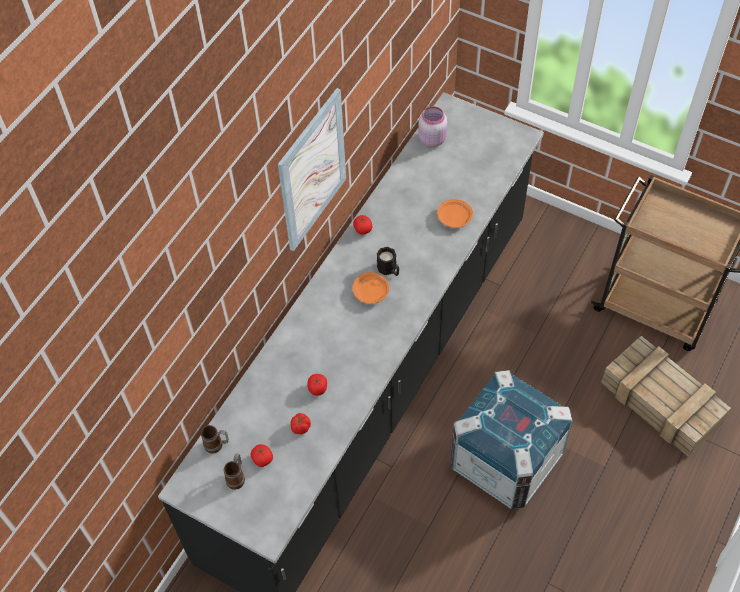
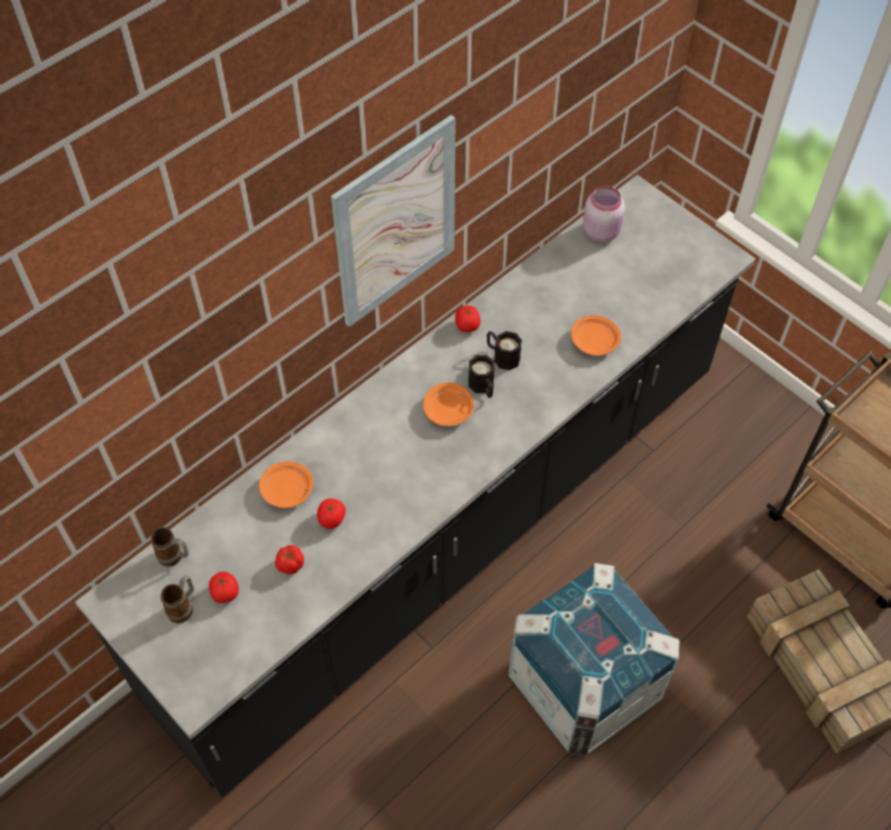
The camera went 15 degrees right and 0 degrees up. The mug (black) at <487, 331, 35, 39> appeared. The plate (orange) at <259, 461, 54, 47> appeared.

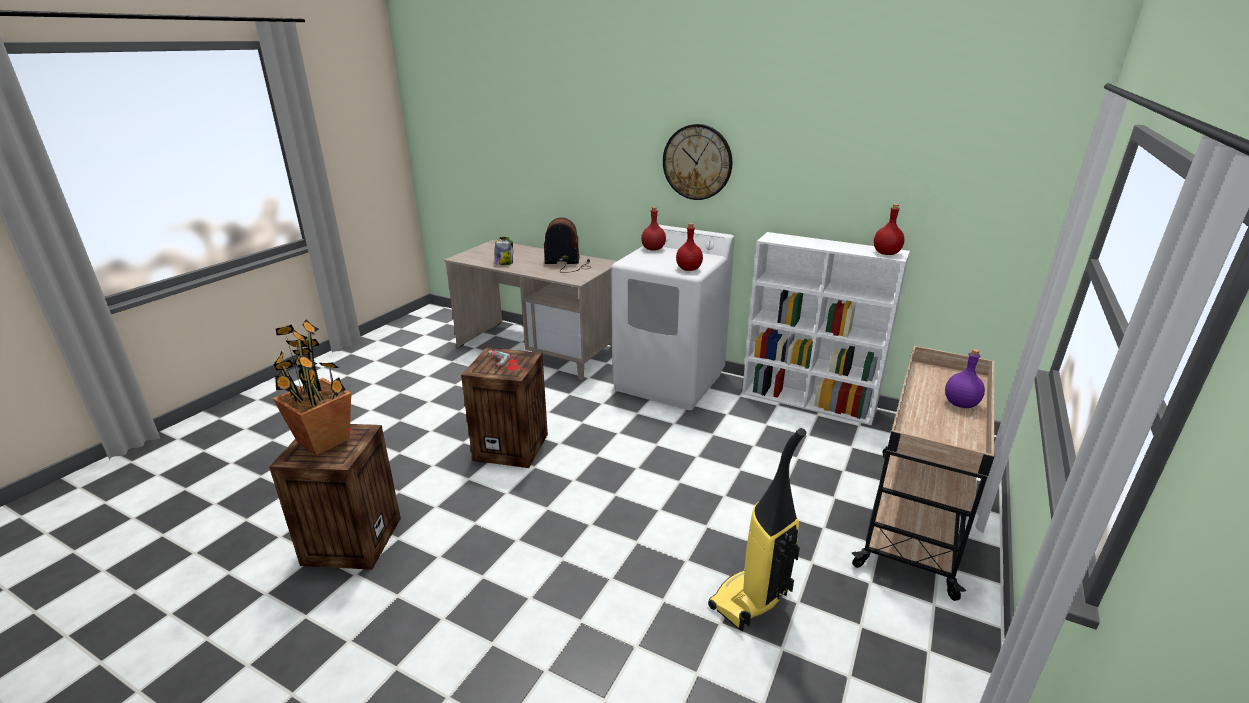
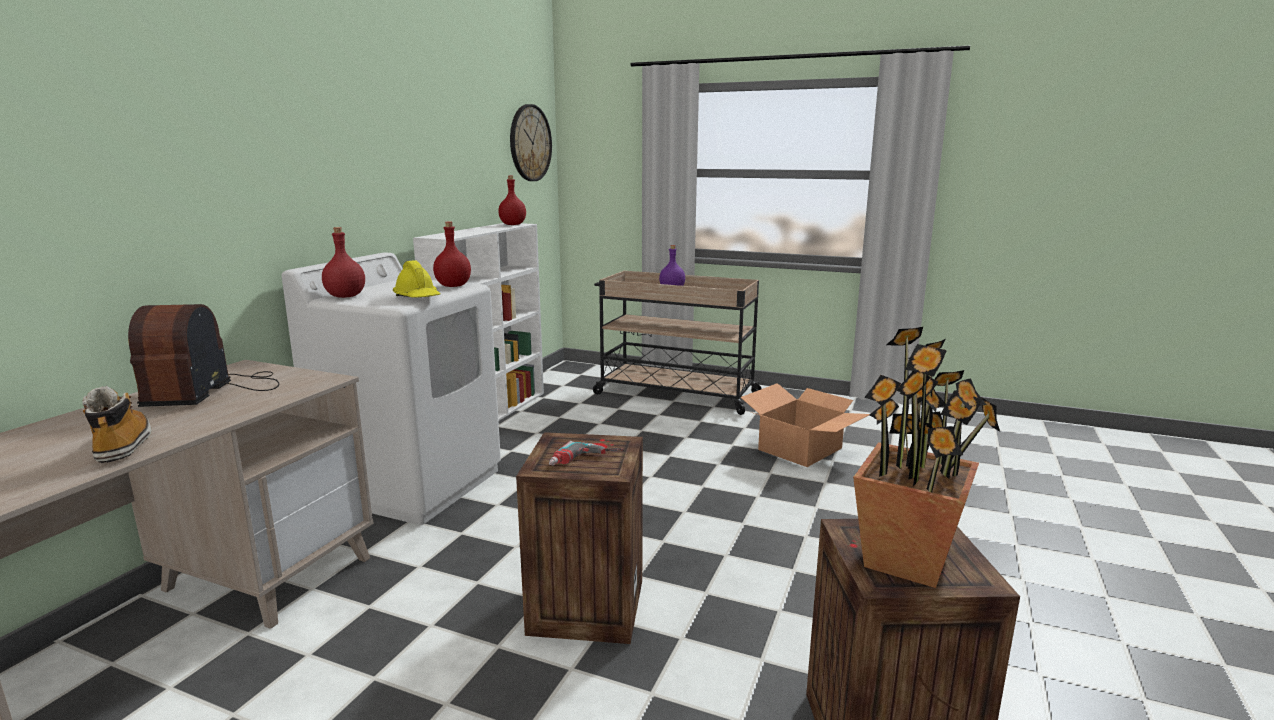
The camera went 95 degrees left and 10 degrees down. The wall clock moved from <663, 124, 69, 76> to <510, 104, 42, 77>. The jar at <495, 237, 18, 28> was replaced by the boot at <82, 386, 70, 77>. The vacuum cleaner at <708, 428, 99, 203> was replaced by the cardboard box at <740, 383, 129, 84>. The hard hat (yellow) at <393, 260, 47, 38> appeared.

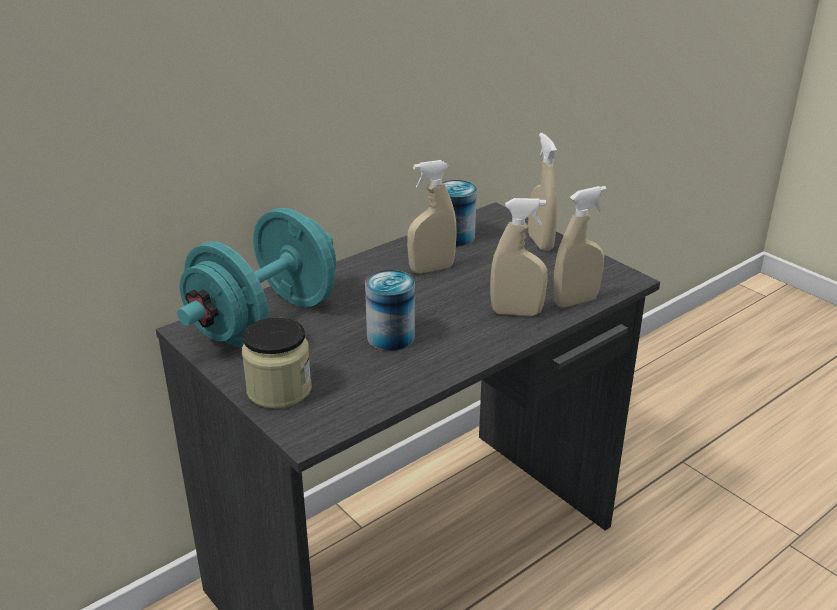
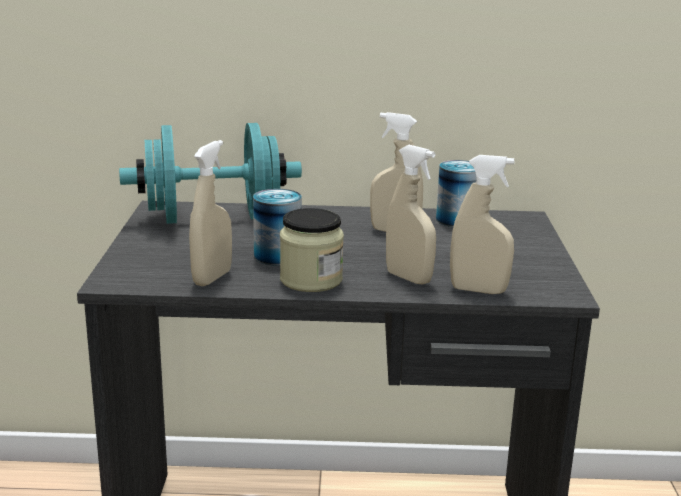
The camera went 40 degrees right and 10 degrees down. The spray bottle (beige) moved from <528, 133, 30, 118> to <189, 140, 43, 146>. The jar moved from <242, 317, 70, 92> to <280, 208, 64, 84>.

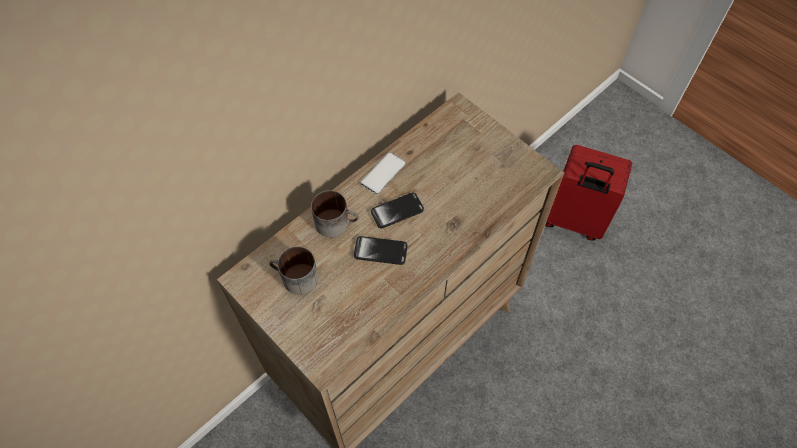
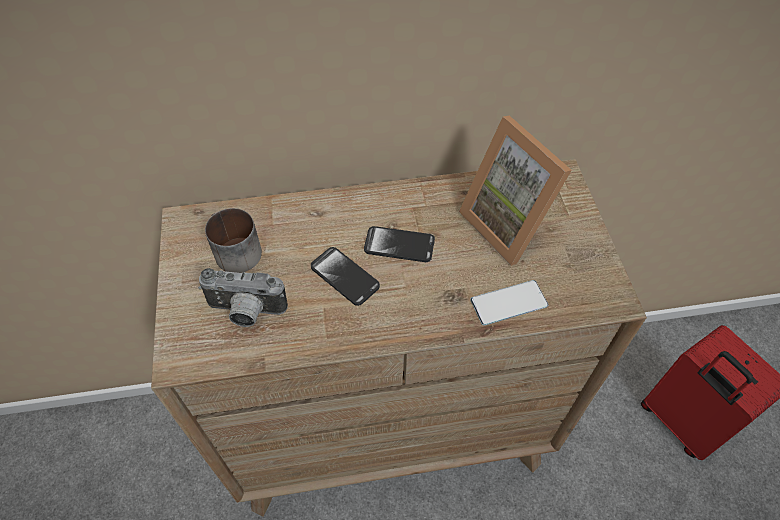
The camera went 35 degrees right and 5 degrees down. The phone moved from <360, 152, 46, 42> to <470, 280, 78, 45>. The mug at <311, 190, 48, 47> disappeared. The picture frame at <459, 116, 113, 150> appeared. The photo camera at <198, 268, 90, 59> appeared.

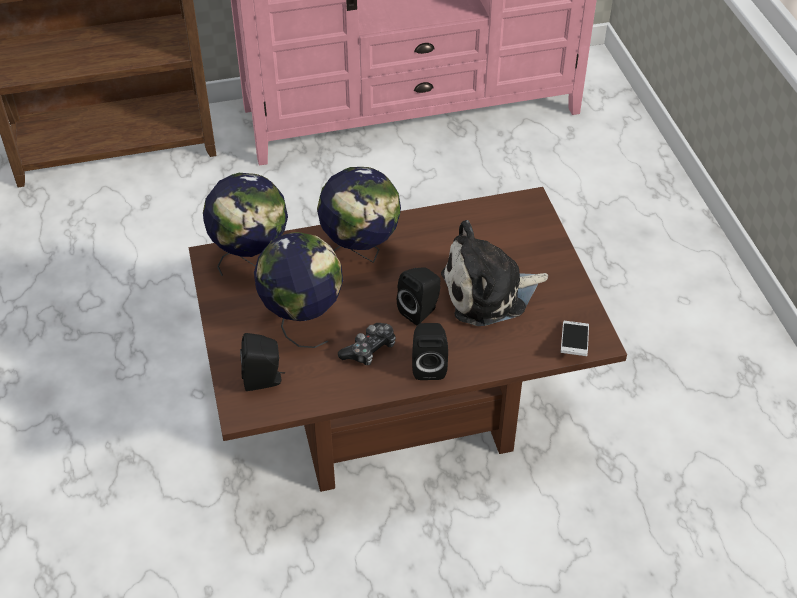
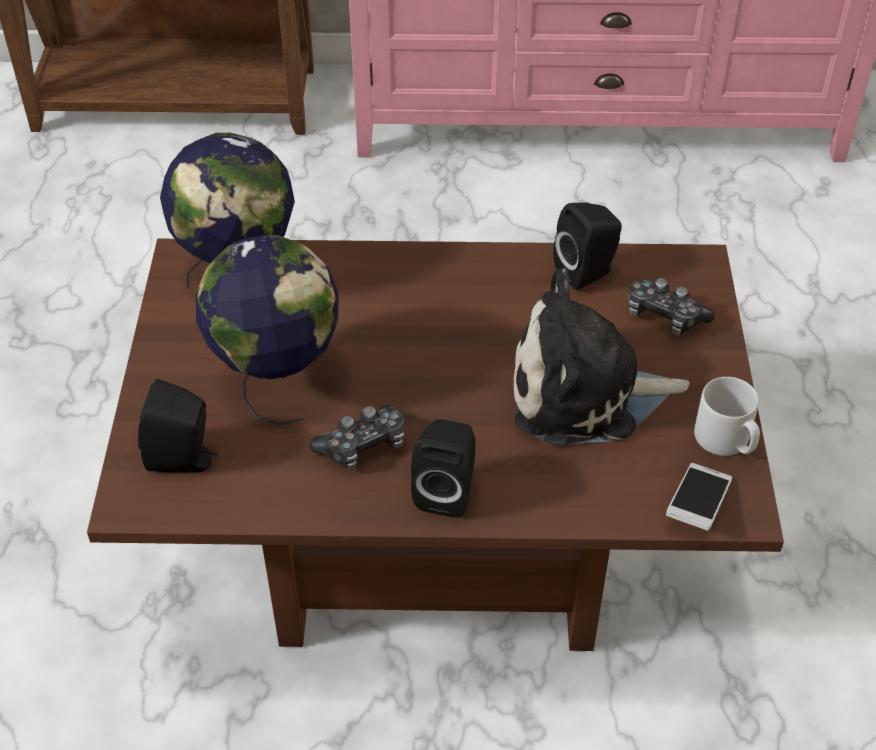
The camera went 15 degrees right and 0 degrees up. The globe at <317, 167, 84, 96> disappeared. The speaker (black) moved from <397, 267, 43, 58> to <553, 202, 69, 88>. The game controller at <628, 278, 86, 57> appeared. The mug (grey) at <694, 377, 66, 79> appeared.

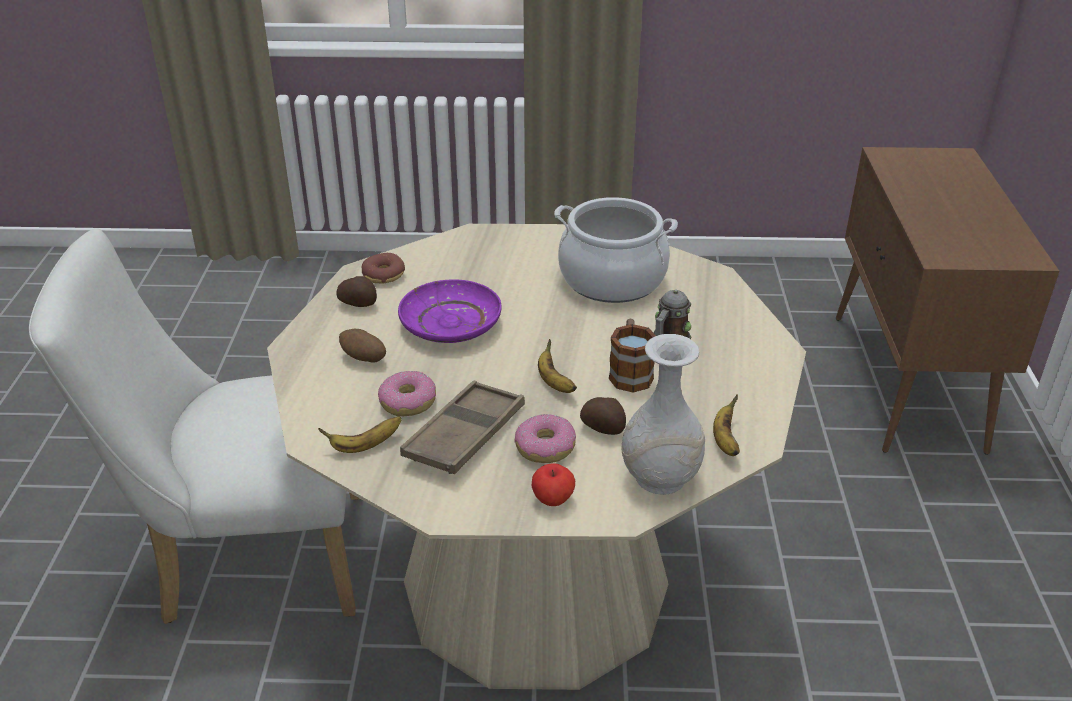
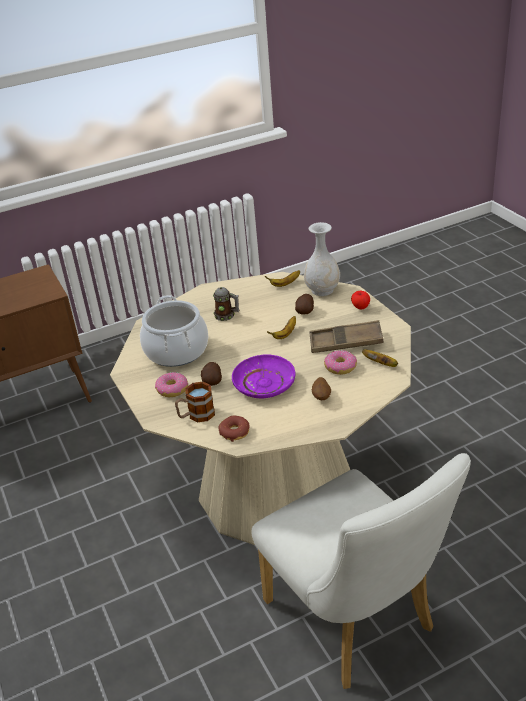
The camera went 115 degrees left and 0 degrees up. The potato moved from <336, 276, 41, 31> to <201, 362, 21, 24>. The mug moved from <609, 319, 47, 74> to <175, 382, 40, 40>. The donut moved from <515, 414, 61, 49> to <155, 372, 33, 25>.

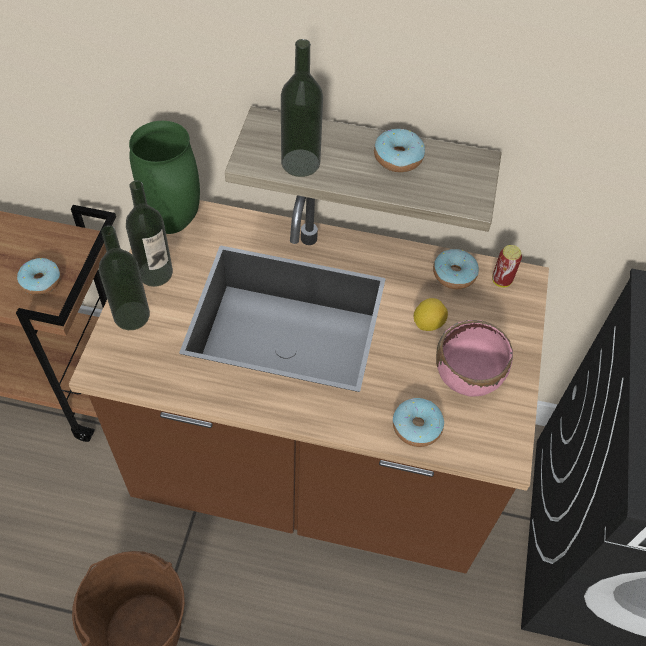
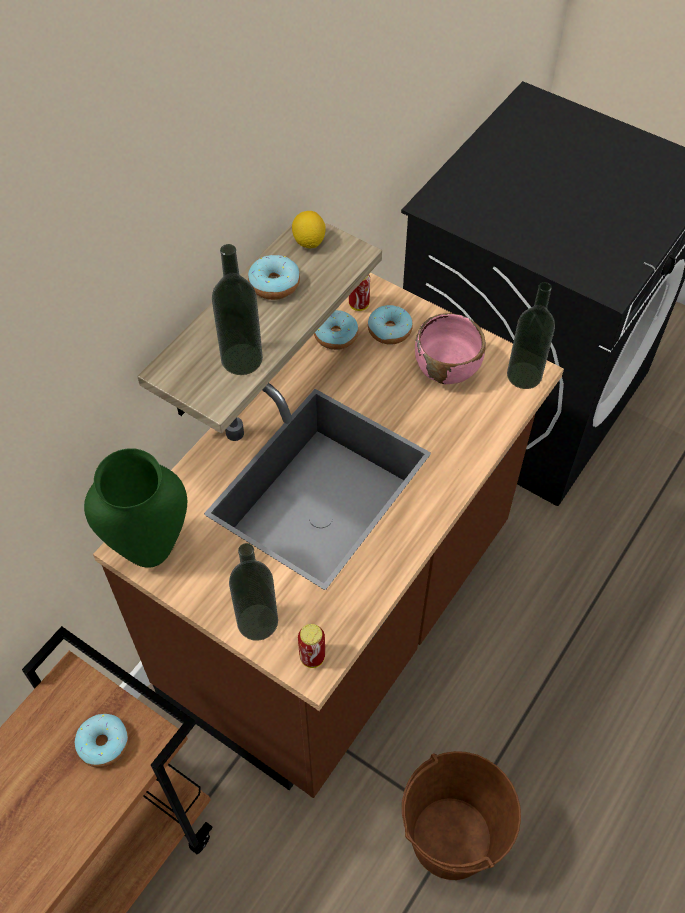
The camera went 65 degrees left and 0 degrees up. The bottle moved from <126, 180, 47, 107> to <507, 282, 48, 107>. The lemon moved from <414, 298, 34, 33> to <292, 211, 34, 37>. The donut moved from <393, 398, 51, 49> to <368, 305, 45, 40>. The can at <298, 624, 27, 44> appeared.

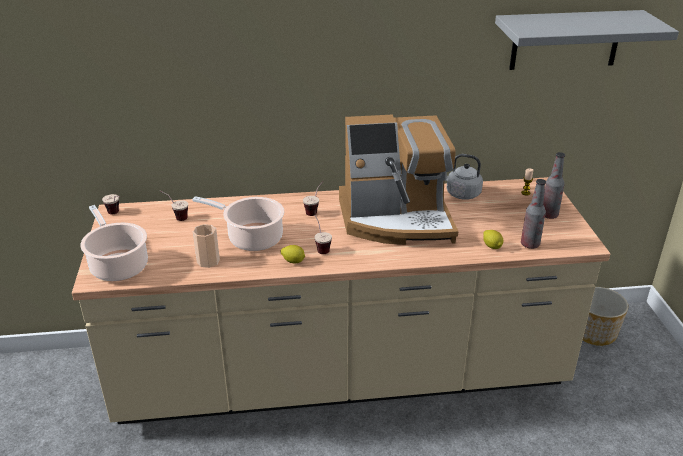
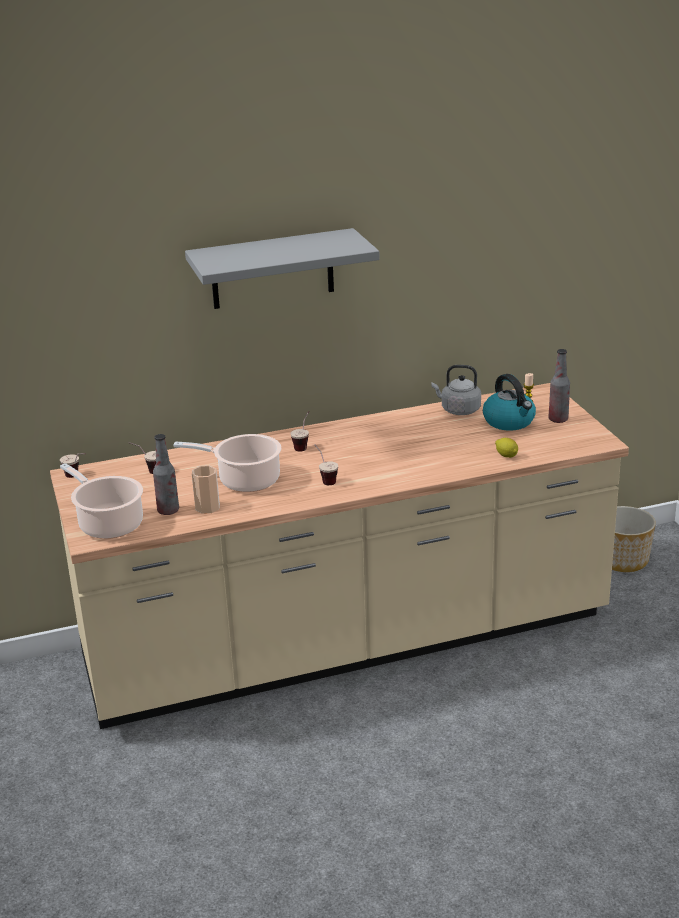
The camera went 10 degrees left and 5 degrees down. The shelf (grey) moved from <495, 10, 184, 60> to <185, 228, 195, 81>. The coffee machine at <339, 115, 119, 130> disappeared. The bottle moved from <521, 179, 25, 70> to <153, 434, 26, 81>. The lemon at <281, 245, 24, 19> disappeared. The kettle at <483, 374, 53, 57> appeared.

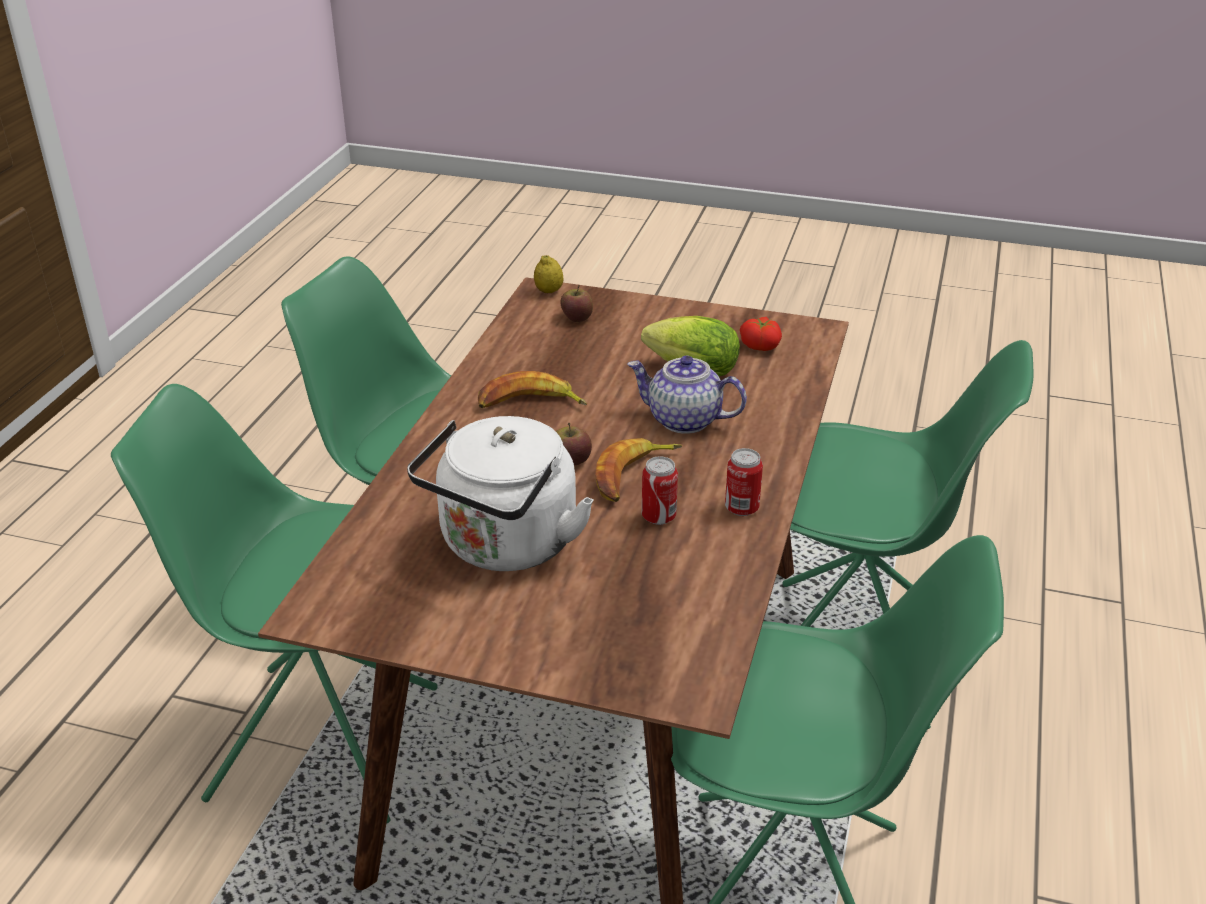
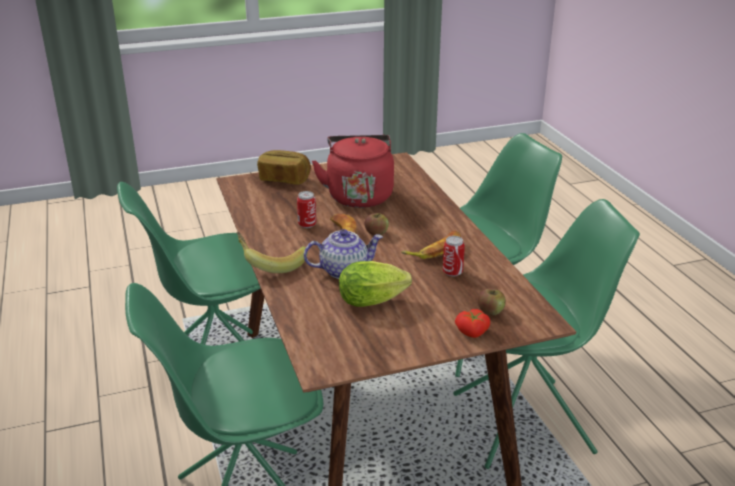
The camera went 145 degrees right and 5 degrees down. The lemon at <534, 255, 30, 38> disappeared. The tomato moved from <740, 317, 42, 34> to <455, 309, 35, 29>. The kettle (white) at <407, 416, 187, 155> became the kettle (red) at <312, 135, 82, 73>. The can moved from <725, 448, 38, 68> to <443, 236, 22, 41>. The bread at <257, 150, 54, 35> appeared. The banana at <237, 232, 71, 41> appeared.

